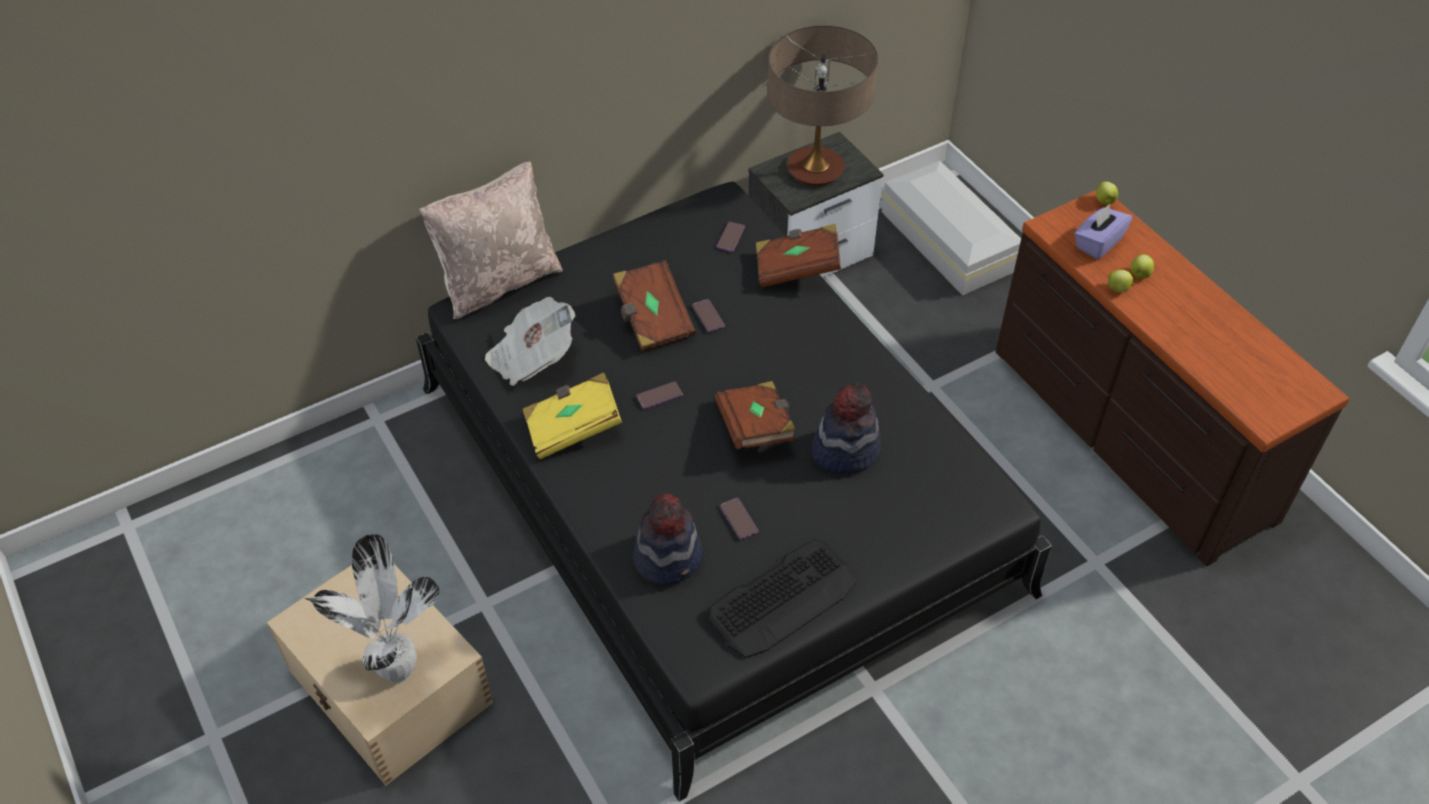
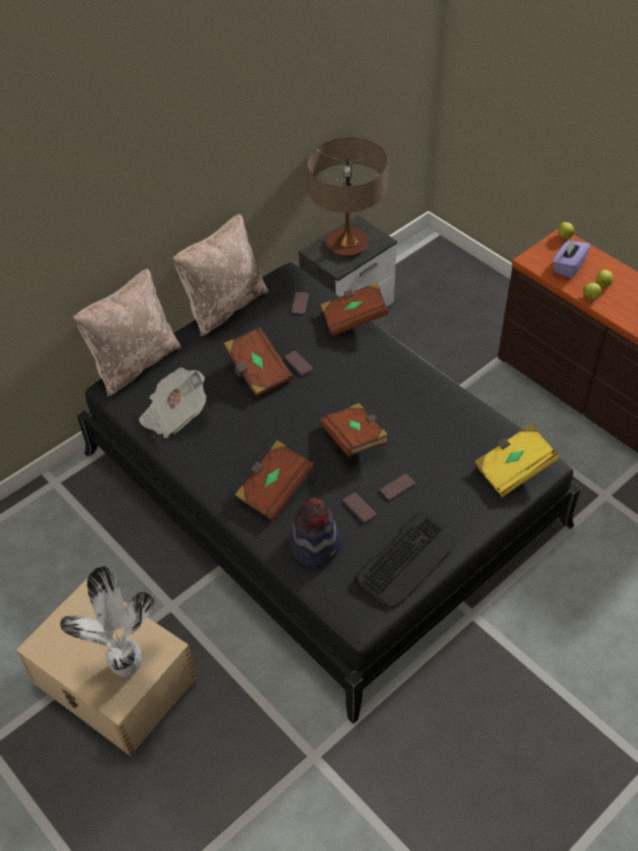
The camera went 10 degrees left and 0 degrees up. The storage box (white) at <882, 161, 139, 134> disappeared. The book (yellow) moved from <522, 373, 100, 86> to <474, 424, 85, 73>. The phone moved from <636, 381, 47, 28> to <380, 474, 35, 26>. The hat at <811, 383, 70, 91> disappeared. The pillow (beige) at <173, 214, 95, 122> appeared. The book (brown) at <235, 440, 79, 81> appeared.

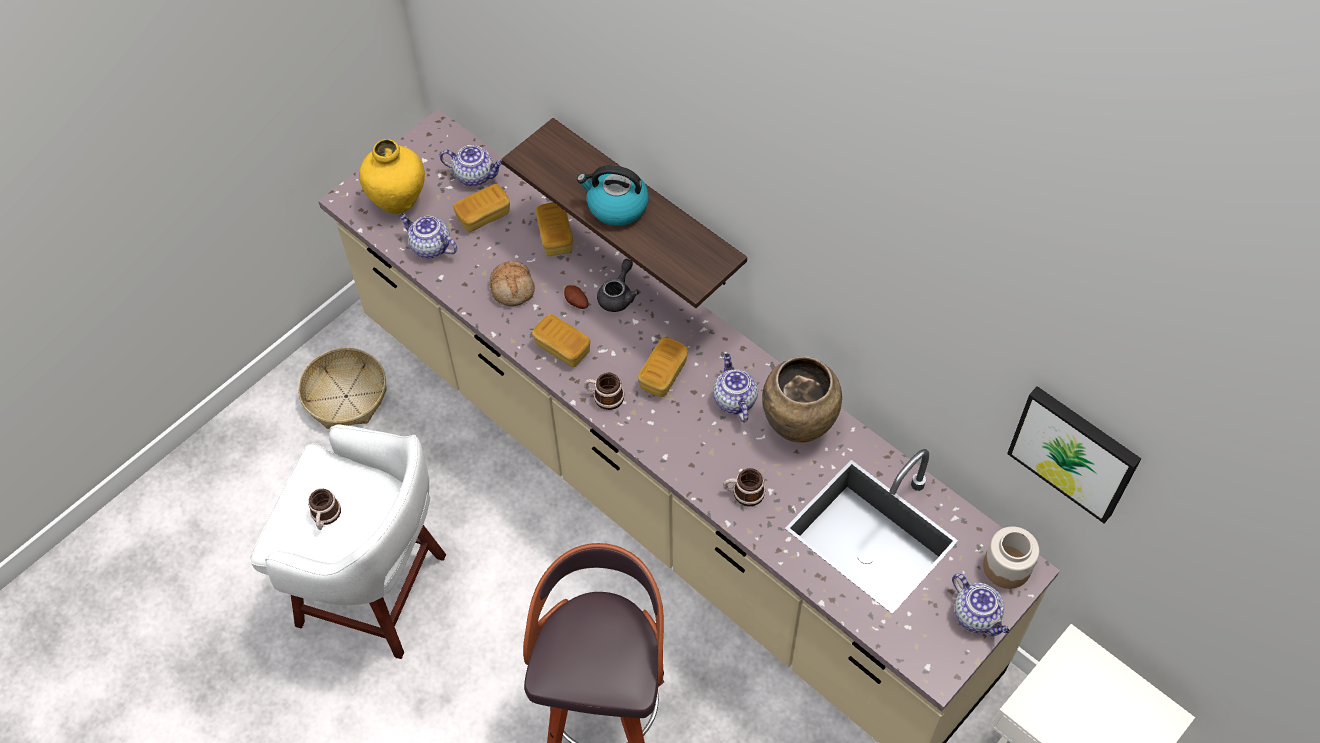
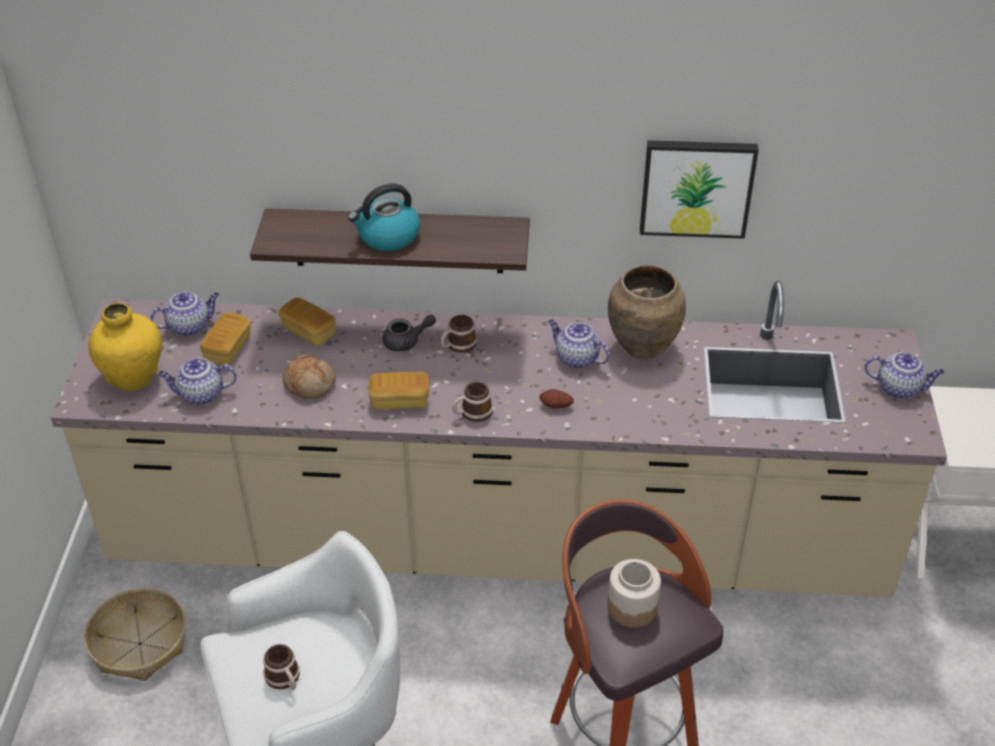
The camera went 40 degrees left and 15 degrees down. The teapot (grey) at <597, 259, 42, 53> turned 90 degrees clockwise. The potato moved from <564, 285, 24, 24> to <539, 389, 35, 20>. The bread at <638, 338, 50, 59> disappeared. The picture moved from <1007, 386, 134, 137> to <640, 140, 119, 99>. The mug moved from <723, 468, 42, 39> to <441, 315, 36, 38>. The jar moved from <983, 526, 56, 63> to <607, 559, 54, 69>.

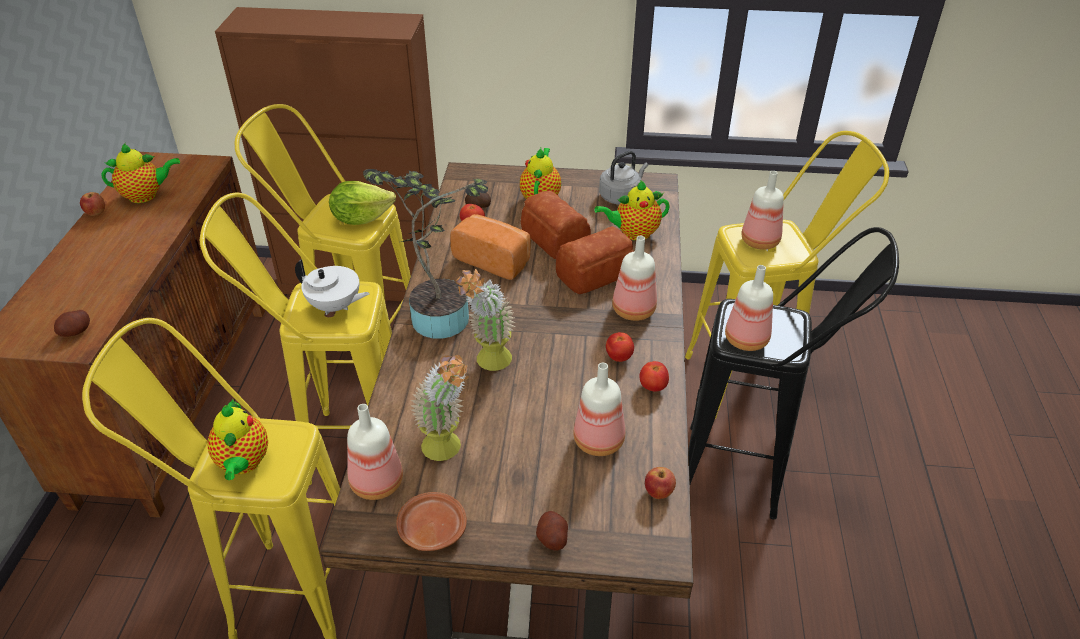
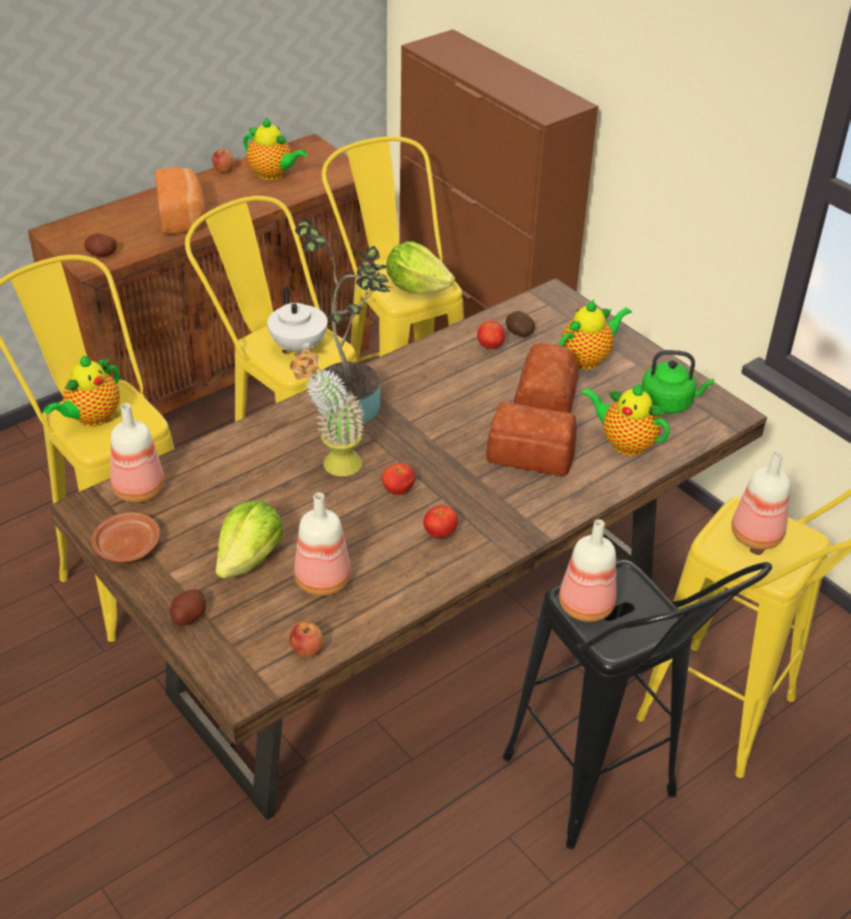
The camera went 45 degrees right and 0 degrees up. The kettle (grey) at <599, 151, 49, 54> became the kettle (green) at <642, 350, 72, 64>. The bread moved from <450, 214, 81, 66> to <155, 167, 50, 68>. The bottle at <612, 236, 45, 85> disappeared. The potted plant at <410, 355, 59, 106> disappeared. The tomato moved from <640, 361, 29, 30> to <382, 463, 33, 32>. The lettuce at <215, 500, 68, 79> appeared.

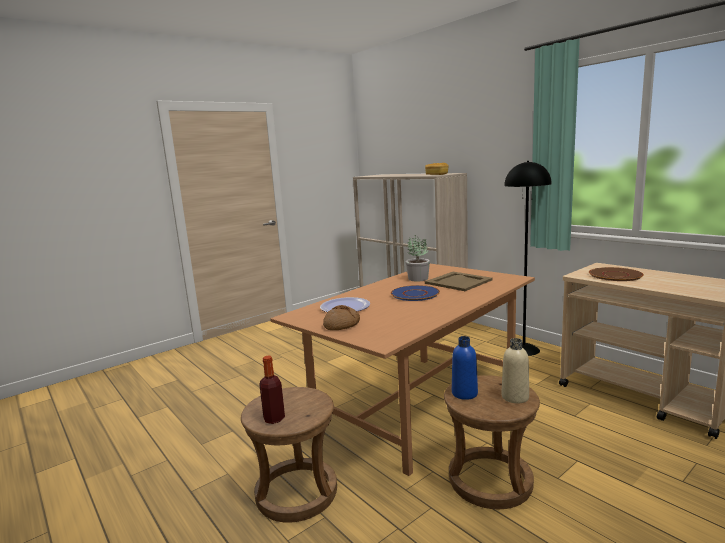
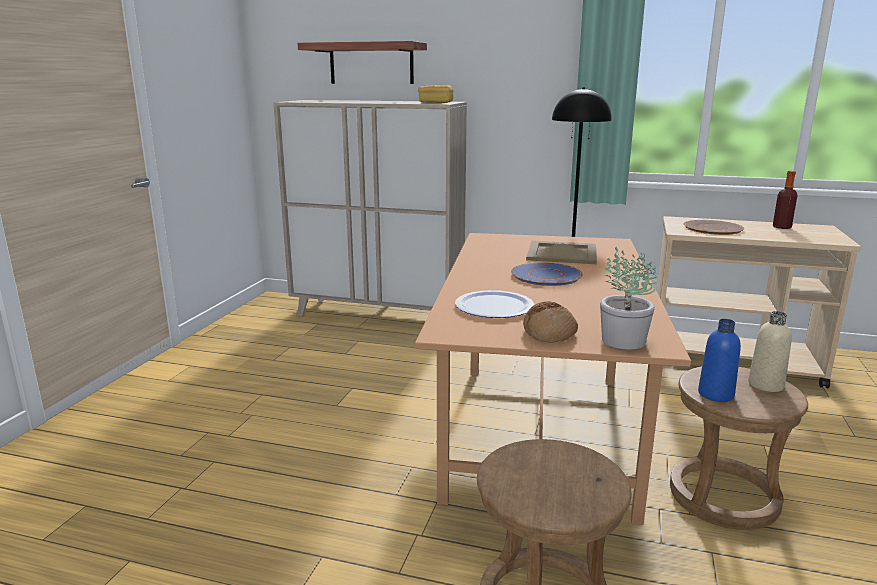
The camera went 35 degrees left and 5 degrees up. The potted plant moved from <406, 235, 24, 47> to <600, 247, 57, 103>. The bottle moved from <259, 356, 26, 68> to <773, 171, 25, 58>. The shelf at <297, 41, 130, 43> appeared.

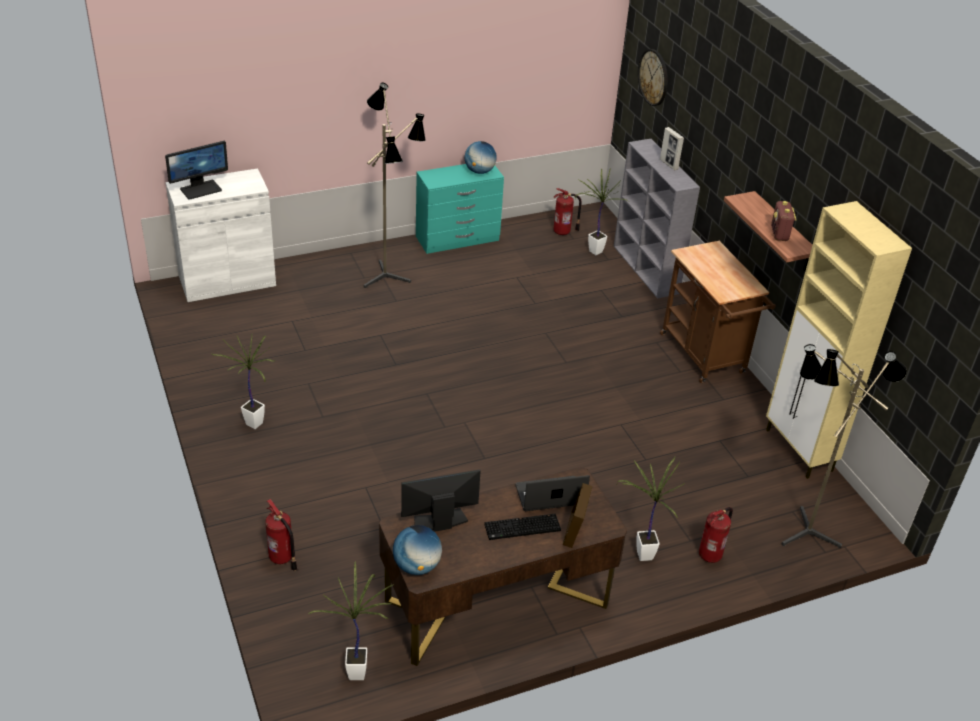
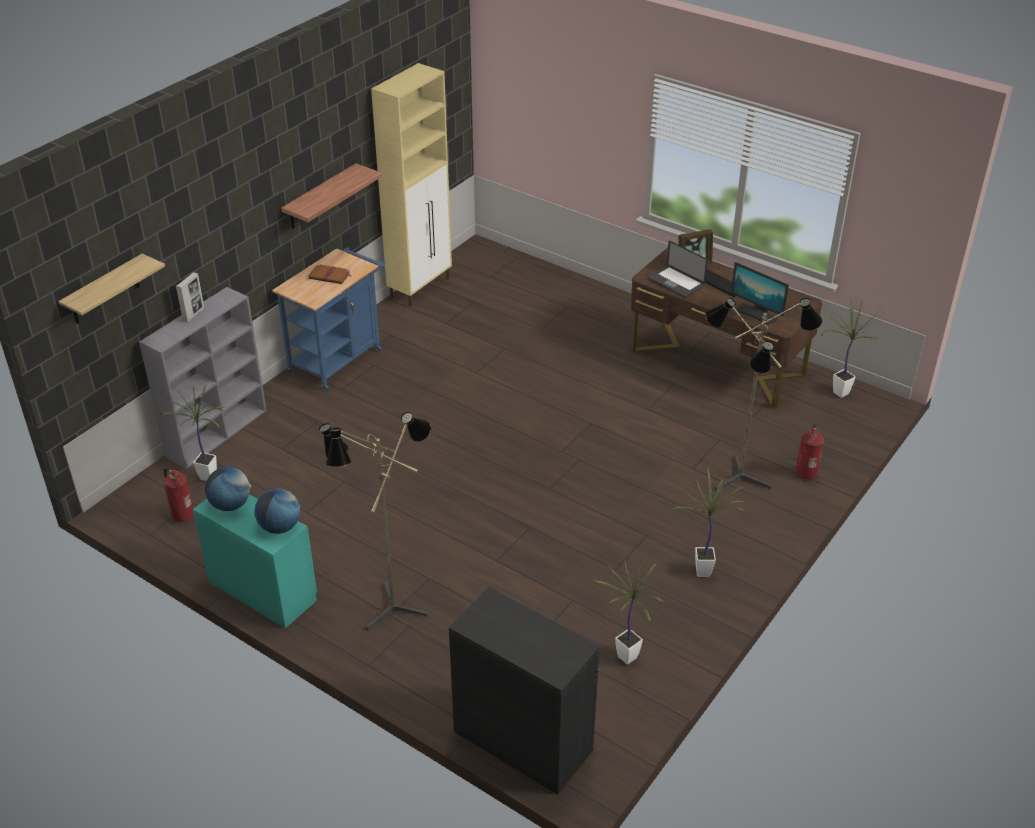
The camera went 120 degrees left and 0 degrees up. The wall clock at <638, 49, 30, 57> was replaced by the shelf at <58, 254, 107, 70>. The monitor at <165, 141, 63, 59> disappeared. The cabinet (white) at <166, 169, 110, 133> became the cabinet (black) at <449, 587, 151, 208>. The radio at <771, 201, 25, 40> disappeared. The cart (brown) at <660, 241, 116, 142> became the cart (blue) at <272, 247, 113, 144>. The floor lamp moved from <782, 344, 125, 204> to <705, 298, 118, 193>. The potted plant moved from <617, 457, 68, 104> to <594, 559, 72, 106>. The fire extinguisher at <699, 507, 34, 56> disappeared. The globe moved from <393, 525, 49, 50> to <254, 488, 46, 46>. The book (brown) at <309, 264, 43, 20> appeared.

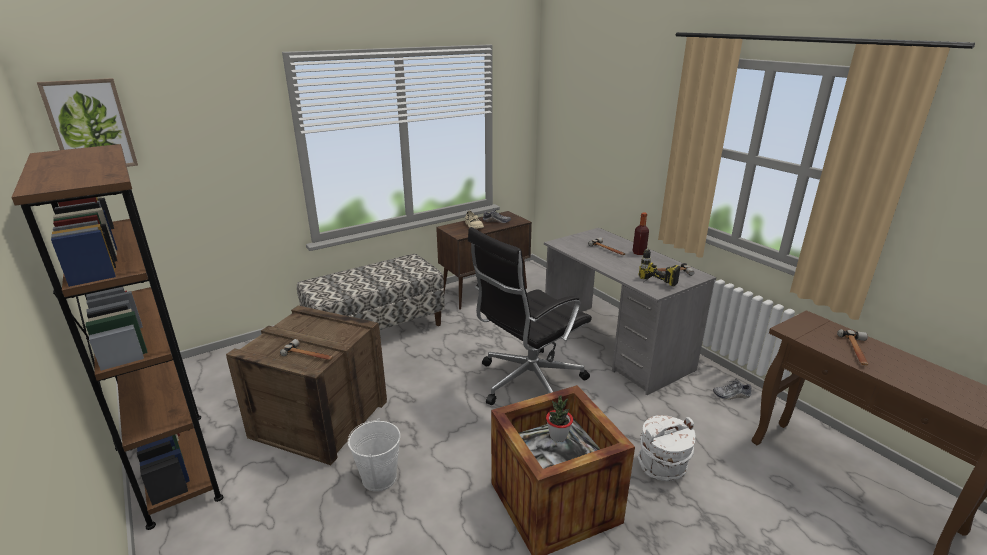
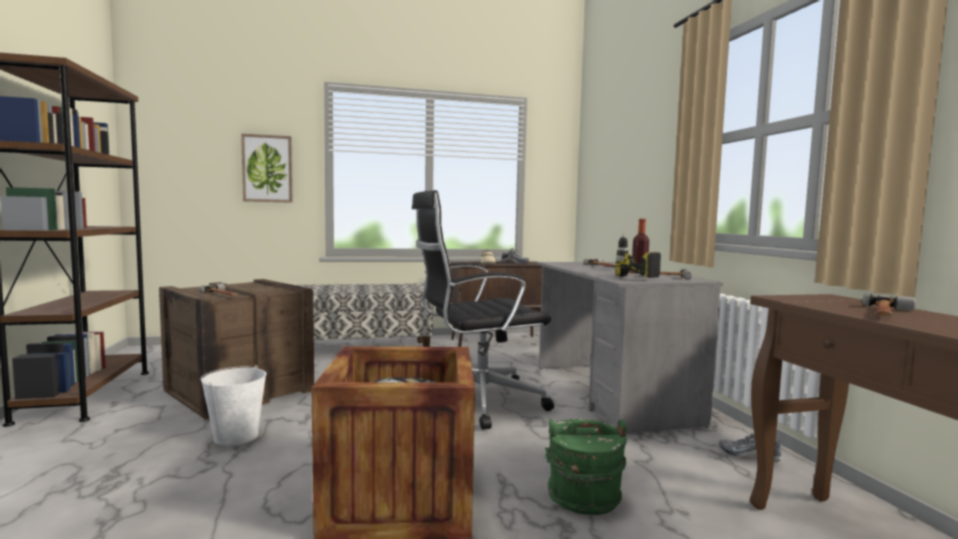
The camera went 20 degrees right and 20 degrees down. The picture moved from <37, 78, 101, 89> to <241, 134, 52, 69>. The potted plant at <546, 395, 27, 47> disappeared. The bucket (white) at <638, 415, 57, 66> became the bucket (green) at <545, 419, 82, 96>.

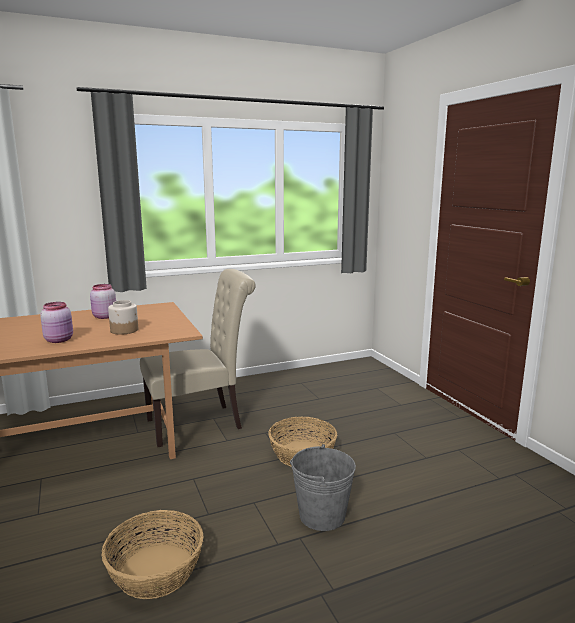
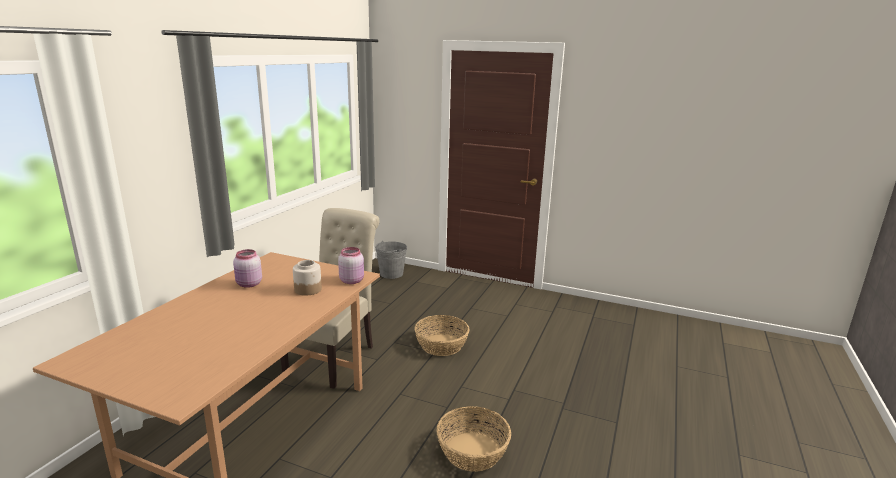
The camera went 45 degrees left and 5 degrees up. The jar (pink) moved from <40, 302, 33, 41> to <338, 247, 26, 37>. The bucket (grey) moved from <290, 444, 66, 87> to <375, 241, 32, 38>.

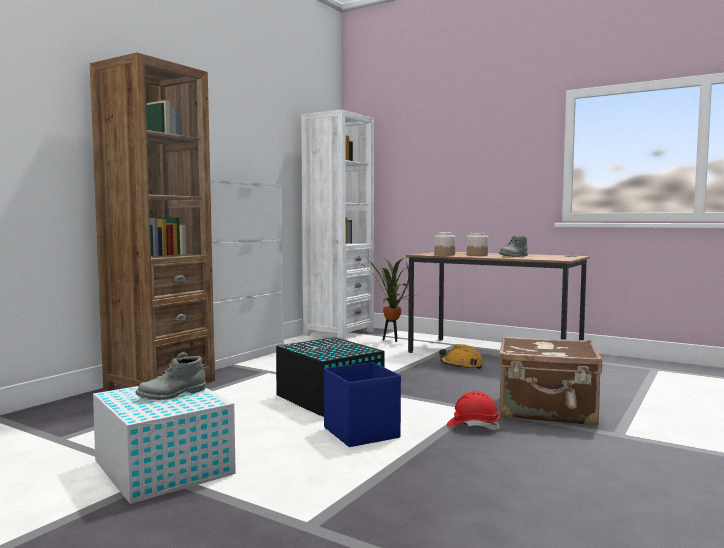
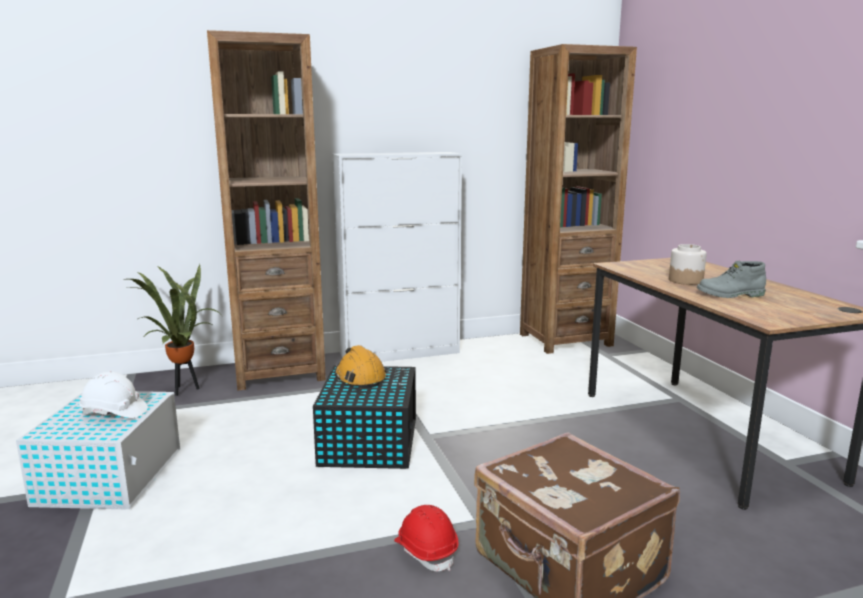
The camera went 40 degrees right and 10 degrees up. The bookcase (white) at <301, 109, 73, 231> became the bookcase (brown) at <520, 44, 117, 310>. The jar at <434, 233, 21, 23> disappeared. The potted plant moved from <358, 257, 61, 85> to <126, 263, 94, 133>. The hard hat (orange) moved from <439, 344, 45, 25> to <335, 345, 51, 44>. The boot (grey) at <136, 356, 70, 44> was replaced by the hard hat (white) at <79, 372, 69, 46>. The storage box (blue) at <324, 362, 77, 85> disappeared.

